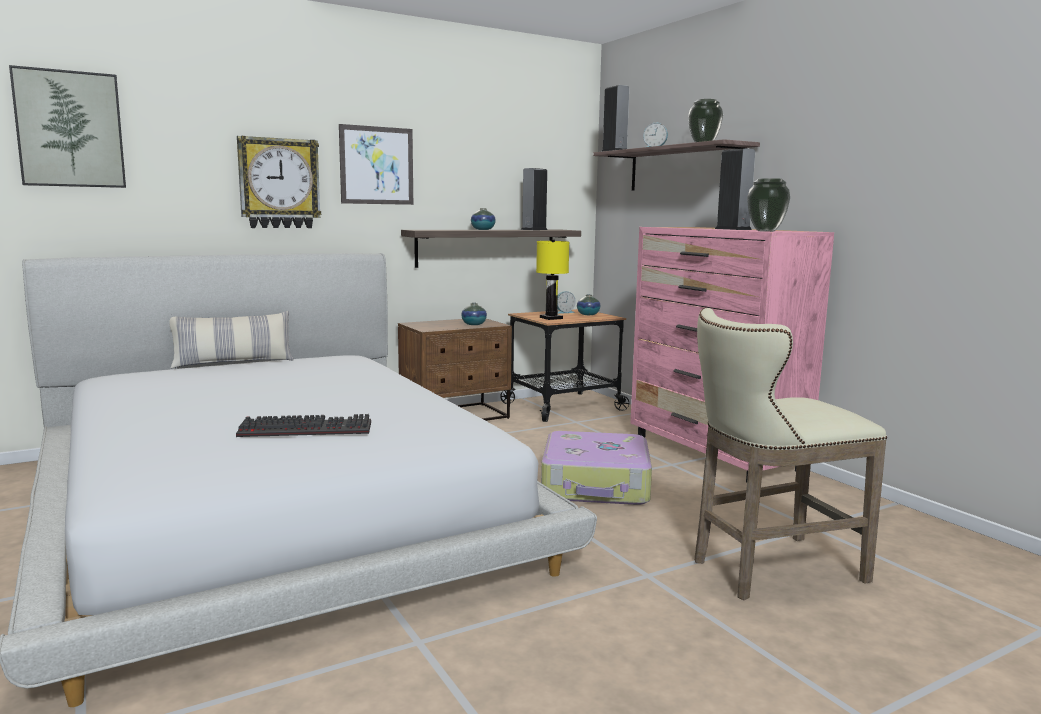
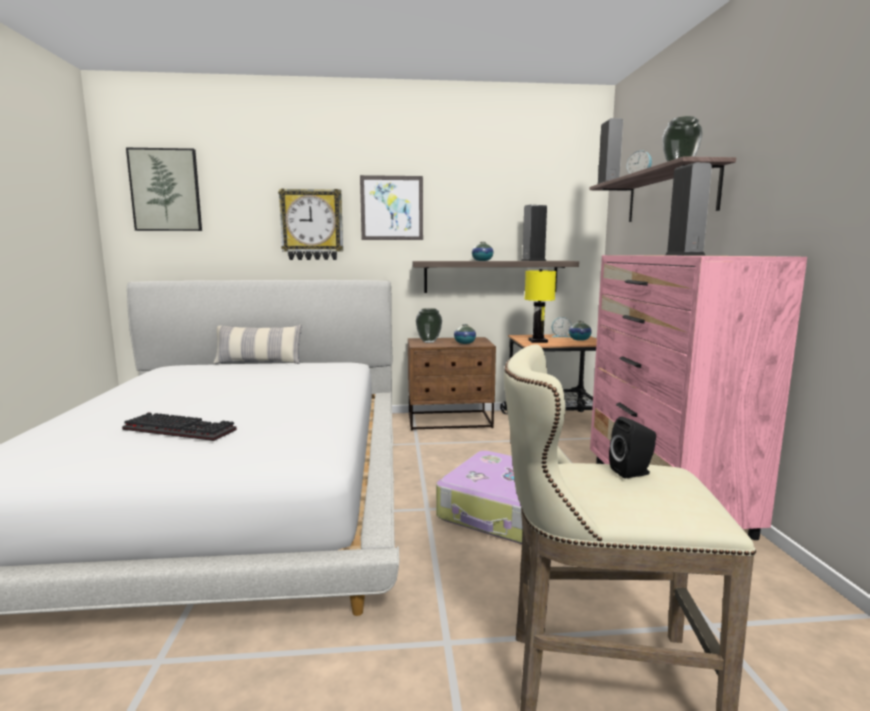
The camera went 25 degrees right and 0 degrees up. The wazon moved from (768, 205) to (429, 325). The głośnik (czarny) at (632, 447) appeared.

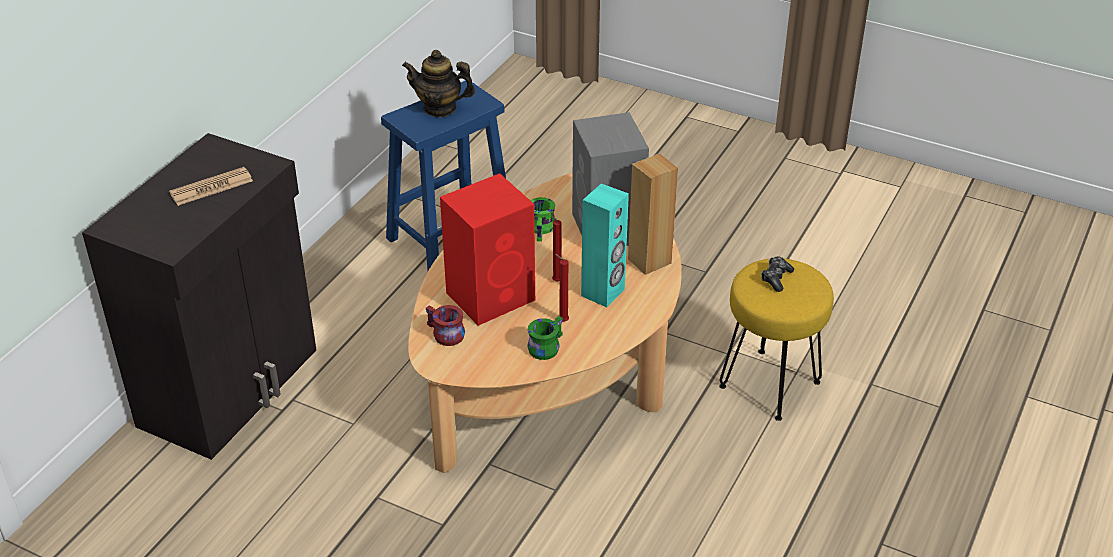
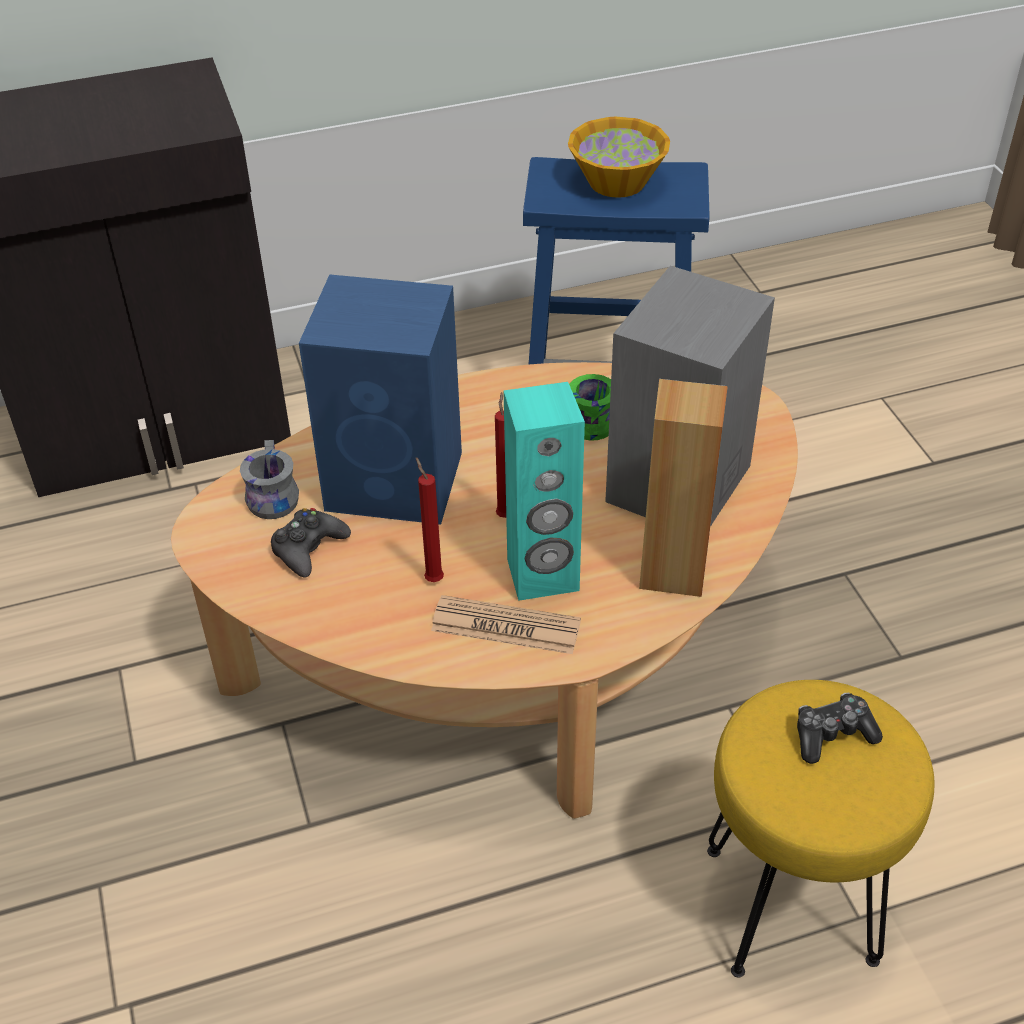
The camera went 45 degrees right and 5 degrees up. The kubek (czerwony) at (445, 325) became the kubek (szary) at (269, 479). The pad do gier (czarny) at (311, 543) appeared. The głośnik (czerwony) at (487, 249) became the głośnik (niebieski) at (380, 399). The gazeta moved from (211, 186) to (506, 624). The imbryk at (438, 83) was replaced by the miska at (619, 157). The kubek (zielony) at (545, 338) disappeared.

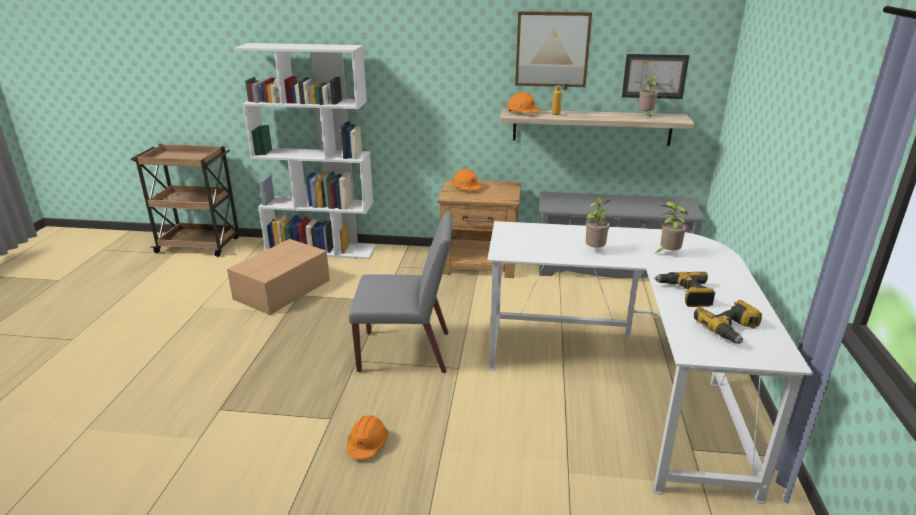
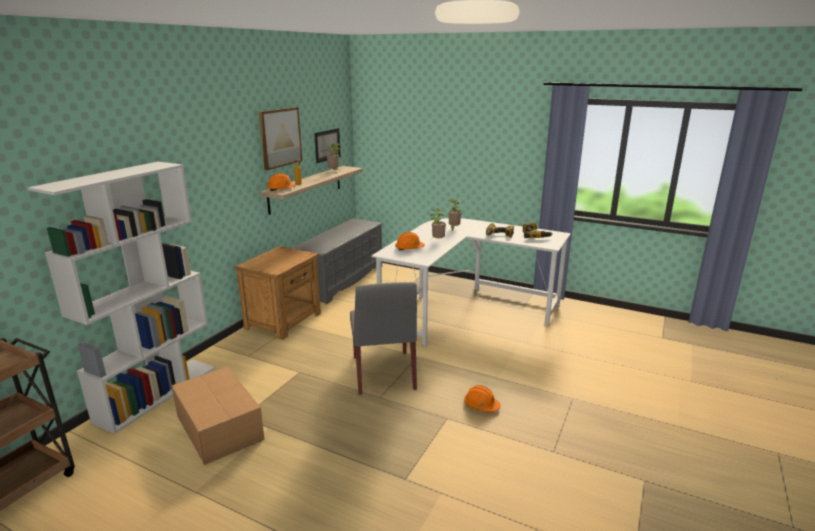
The camera went 70 degrees left and 5 degrees down. The krzesło (szary) at (400, 292) turned 150 degrees clockwise. The kask (pomarańczowy) moved from (467, 180) to (410, 241).

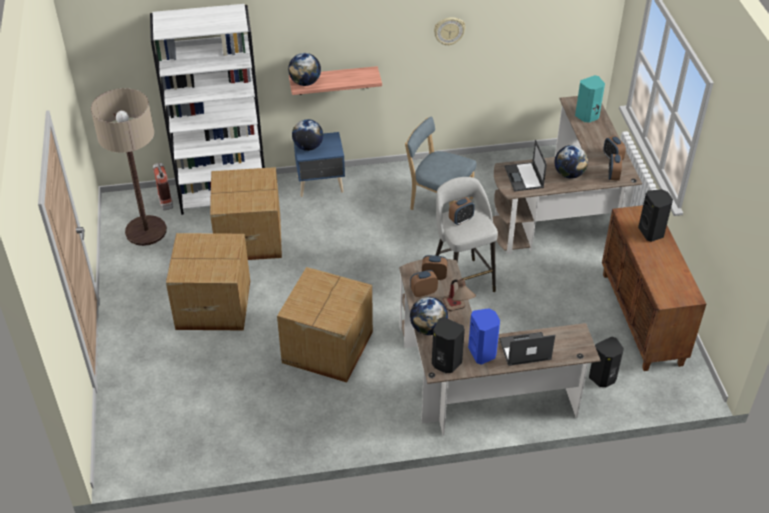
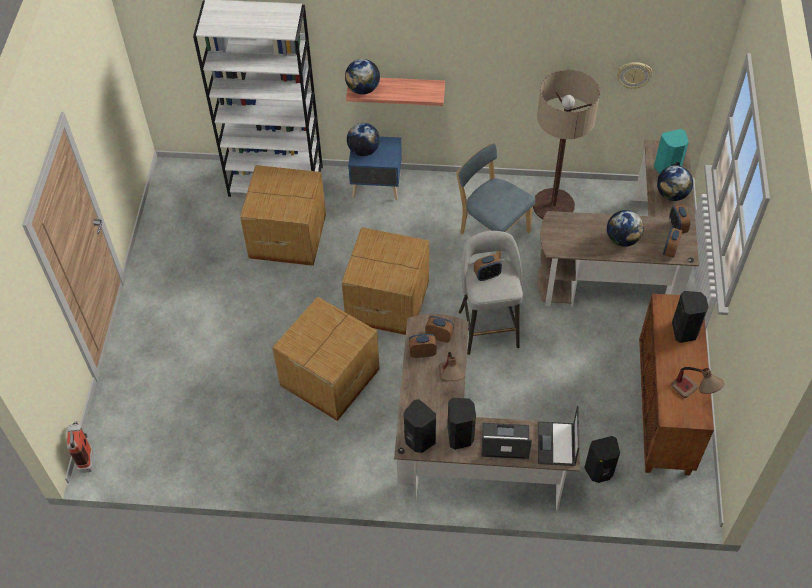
The camera went 15 degrees right and 10 degrees up. The gaśnica moved from (163, 186) to (80, 447). The karton moved from (208, 281) to (385, 281). The głośnik (niebieski) at (484, 336) became the głośnik (czarny) at (462, 424). The lampa stojąca moved from (129, 167) to (566, 144). The laptop moved from (526, 166) to (559, 435). The zegar ścienny moved from (450, 31) to (634, 75). The globus moved from (429, 316) to (675, 183). The lampa stołowa at (697, 382) appeared.

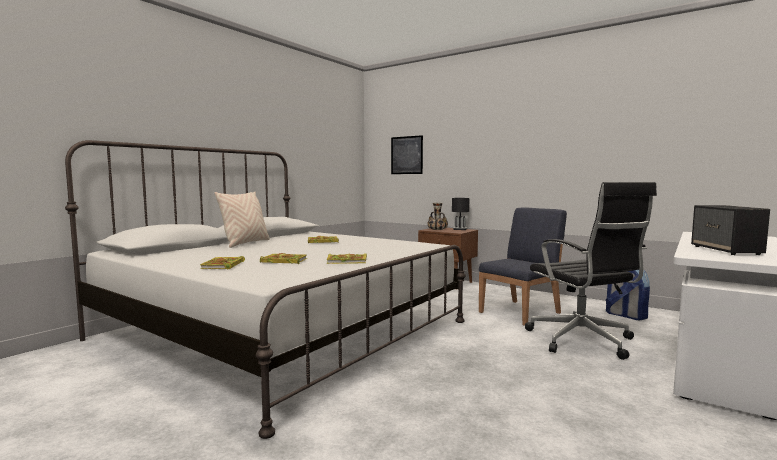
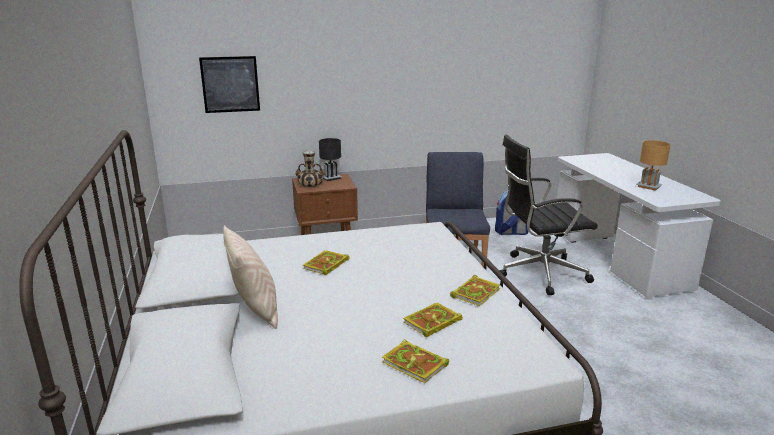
The camera went 50 degrees left and 15 degrees up. The krzesło biurowe (czarny) at (591, 271) turned 150 degrees clockwise. The głośnik at (730, 230) was replaced by the lampa stołowa (brązowy) at (653, 165).

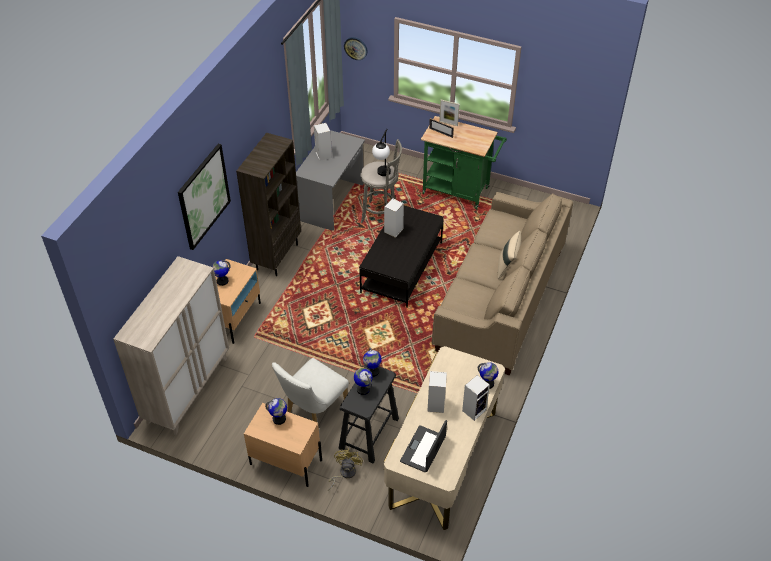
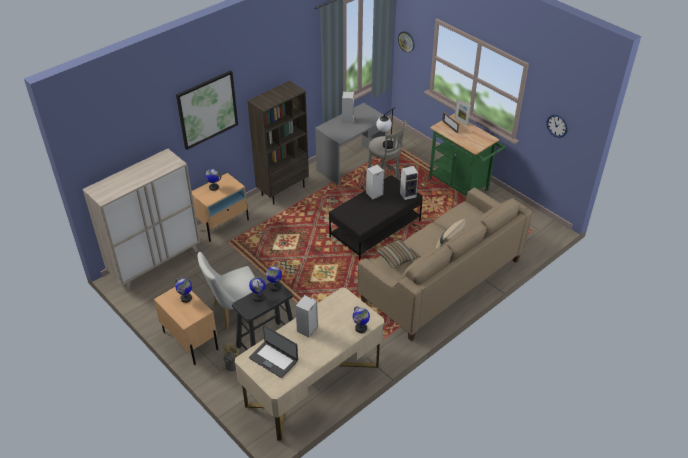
The camera went 25 degrees right and 5 degrees down. The laptop at (423, 446) turned 105 degrees counterclockwise. The poduszka at (397, 254) appeared. The głośnik moved from (476, 398) to (409, 183). The zegar ścienny at (556, 126) appeared.

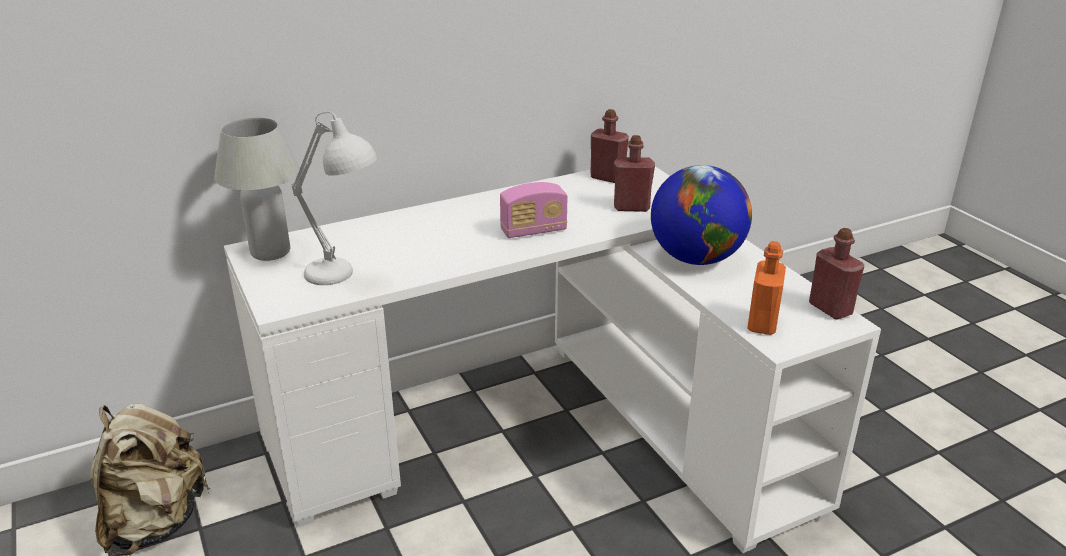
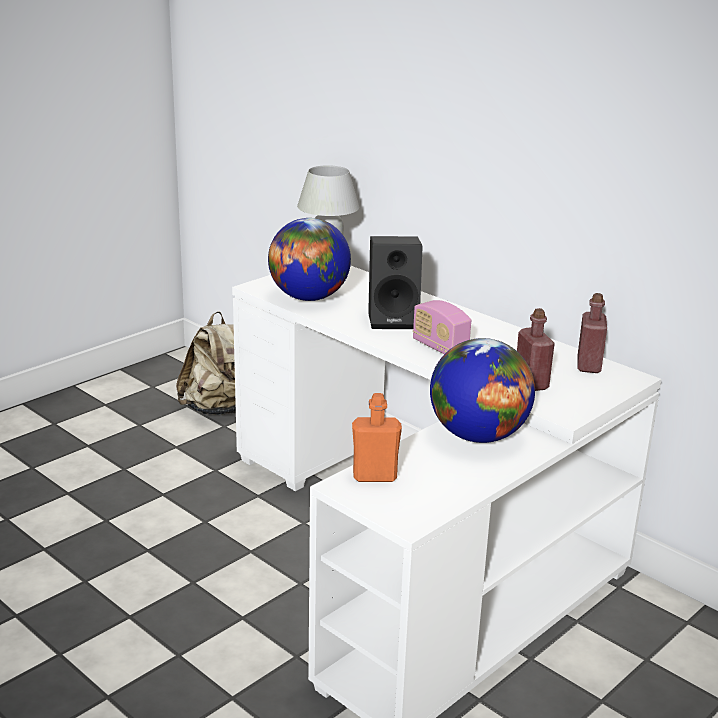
The camera went 70 degrees right and 5 degrees down. The lampa stołowa (biały) at (334, 198) was replaced by the globus at (309, 259). The głośnik (czarny) at (395, 282) appeared. The butelka (czerwony) at (836, 273) disappeared.

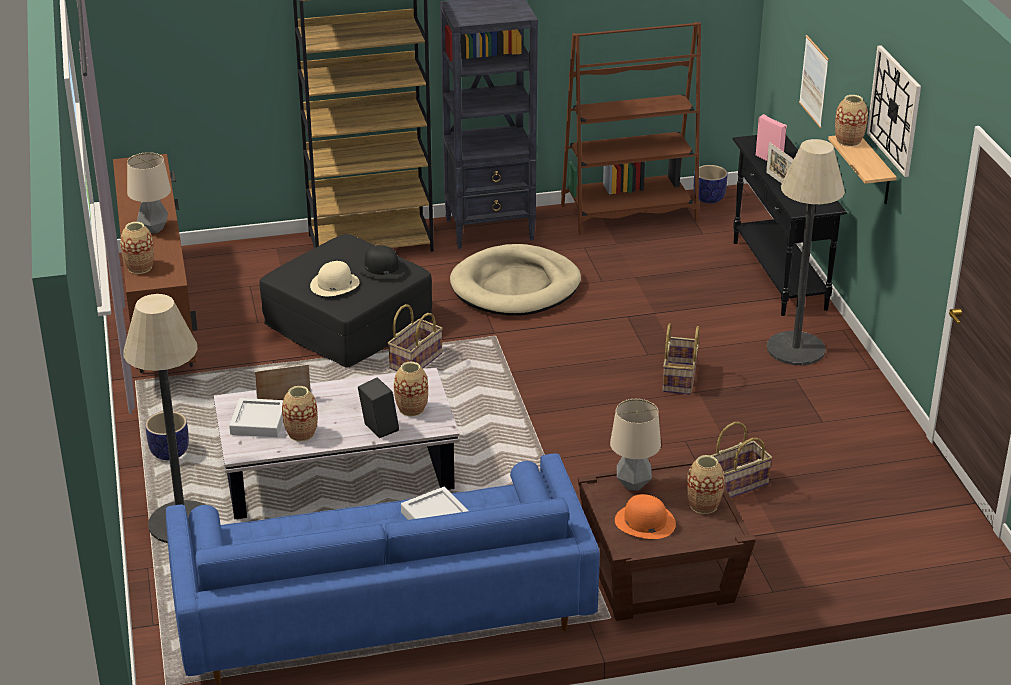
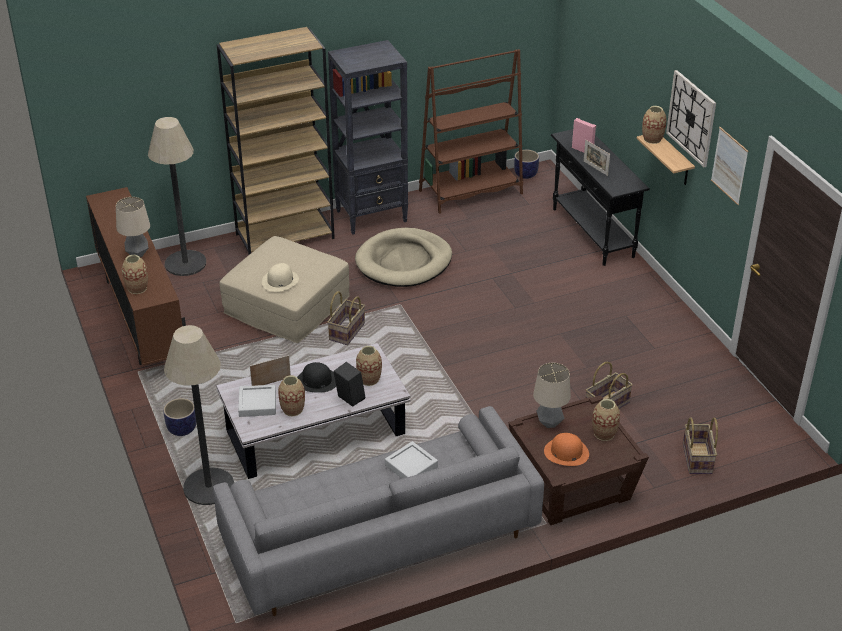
The camera went 10 degrees left and 5 degrees up. The lampa stojąca moved from (806, 252) to (177, 196). The kanapa (niebieski) at (383, 569) became the kanapa (szary) at (378, 511). The pufa (czarny) at (345, 301) became the pufa (beżowy) at (284, 289). The kapelusz (czarny) moved from (381, 262) to (316, 377). The koszyk moved from (681, 359) to (700, 445). The obraz moved from (814, 81) to (729, 166).

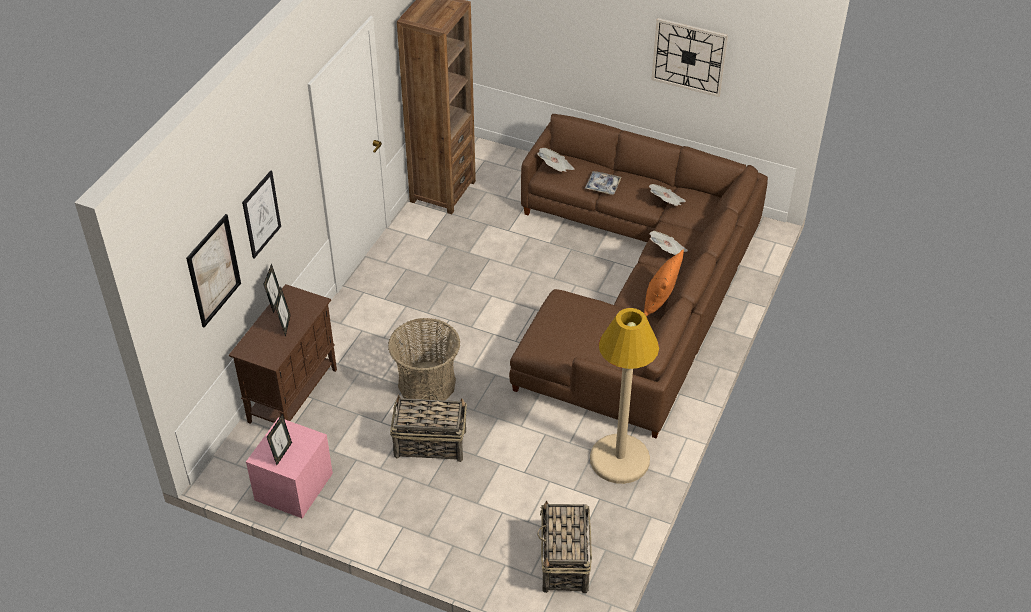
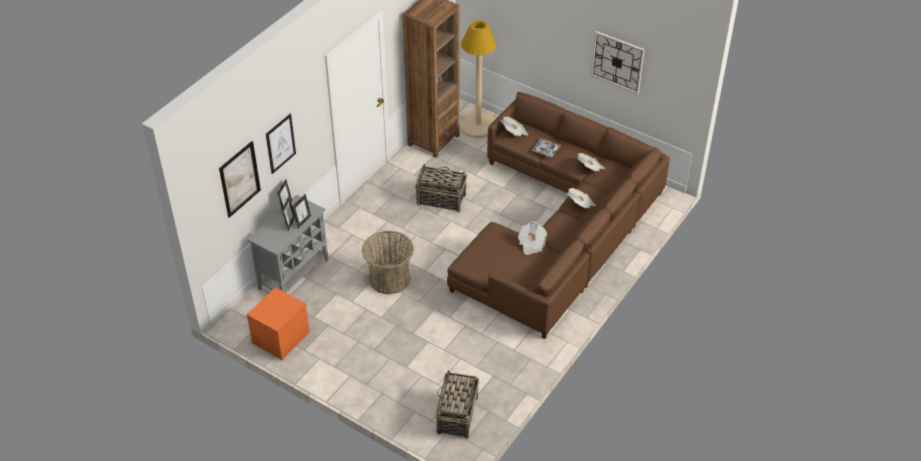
The camera went 10 degrees right and 0 degrees up. The szafka (brązowy) at (283, 354) became the szafka (szary) at (287, 244). The szafka nocna (różowy) at (289, 467) became the szafka nocna (pomarańczowy) at (278, 323). The ramka na zdjęcie moved from (279, 439) to (301, 211). The koszyk moved from (428, 428) to (441, 188). The lampa stojąca (beżowy) moved from (624, 396) to (478, 79). The gazeta at (532, 238) appeared. The poduszka (pomarańczowy) at (664, 283) disappeared.

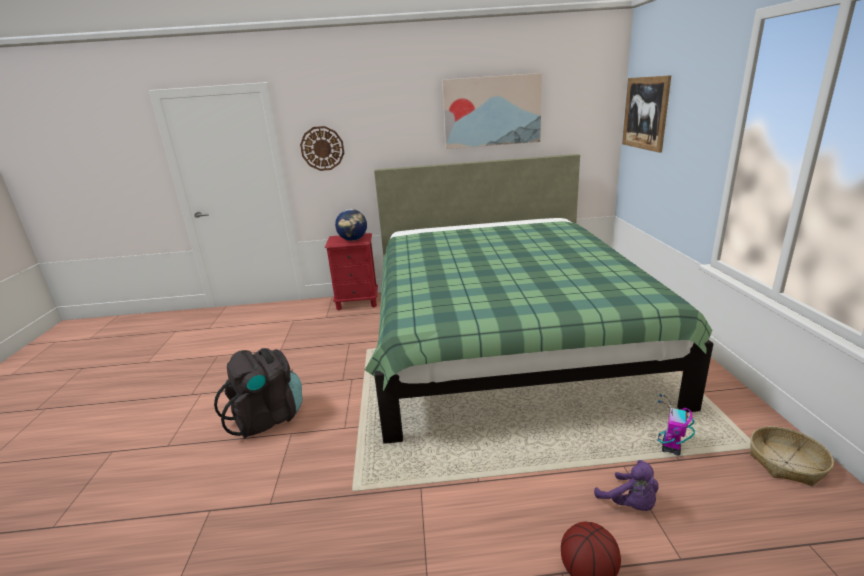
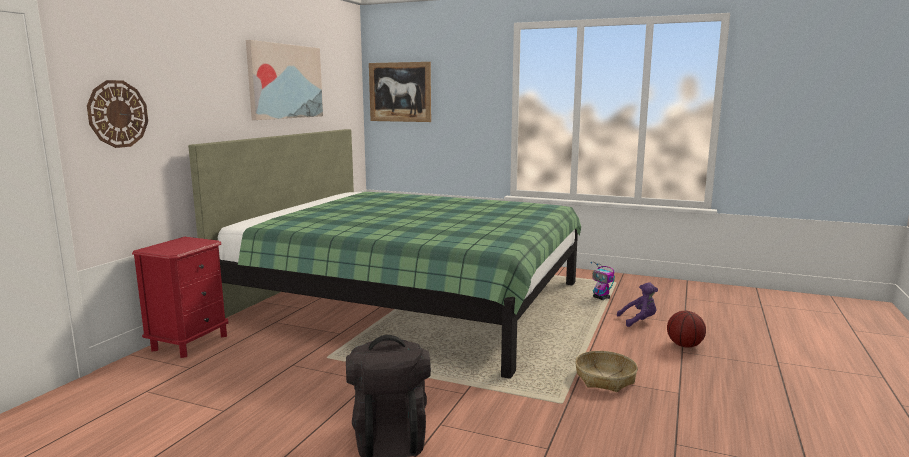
The camera went 65 degrees left and 10 degrees down. The koszyk moved from (792, 456) to (606, 371). The globus at (351, 225) disappeared.

